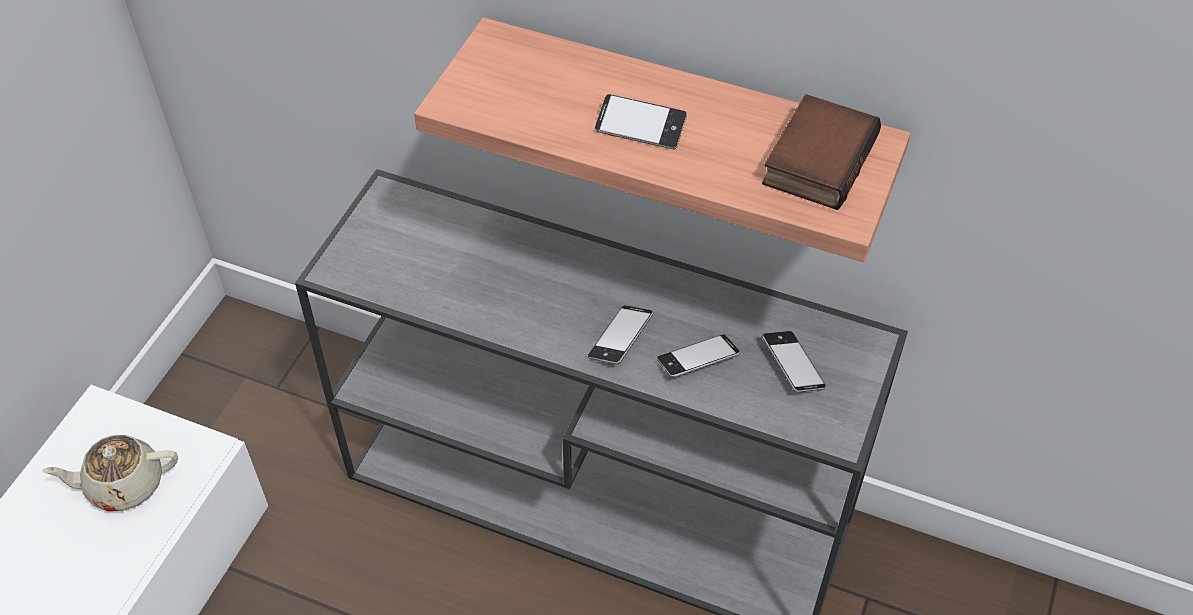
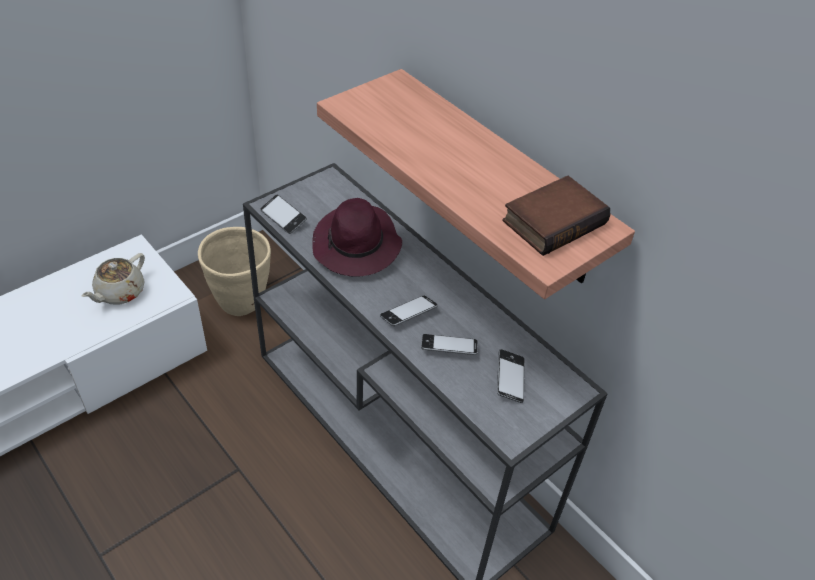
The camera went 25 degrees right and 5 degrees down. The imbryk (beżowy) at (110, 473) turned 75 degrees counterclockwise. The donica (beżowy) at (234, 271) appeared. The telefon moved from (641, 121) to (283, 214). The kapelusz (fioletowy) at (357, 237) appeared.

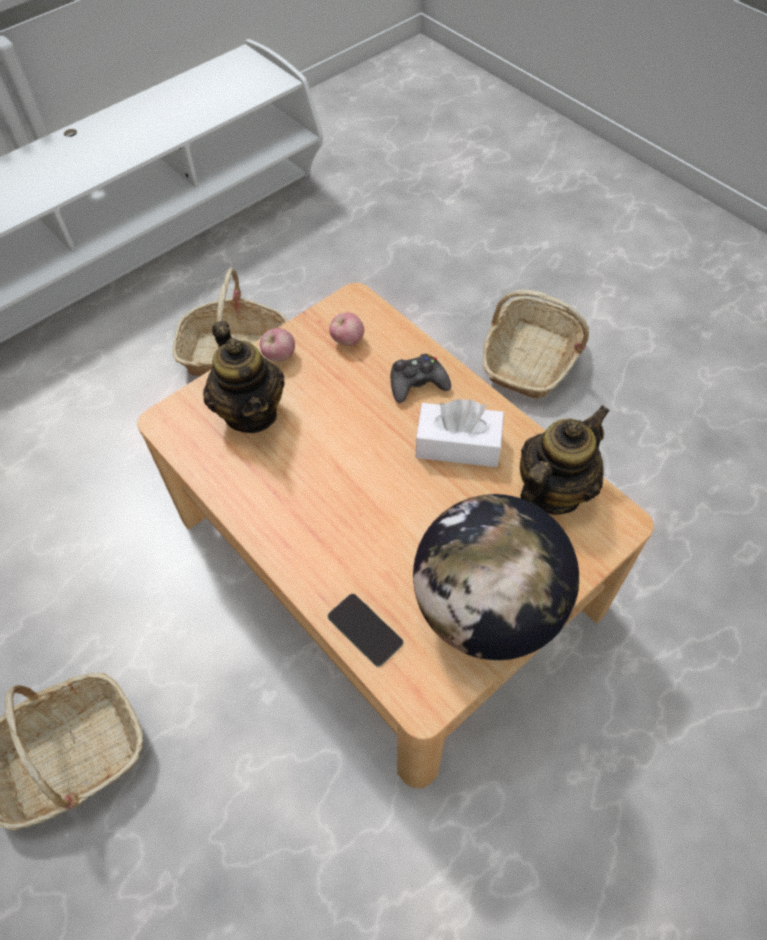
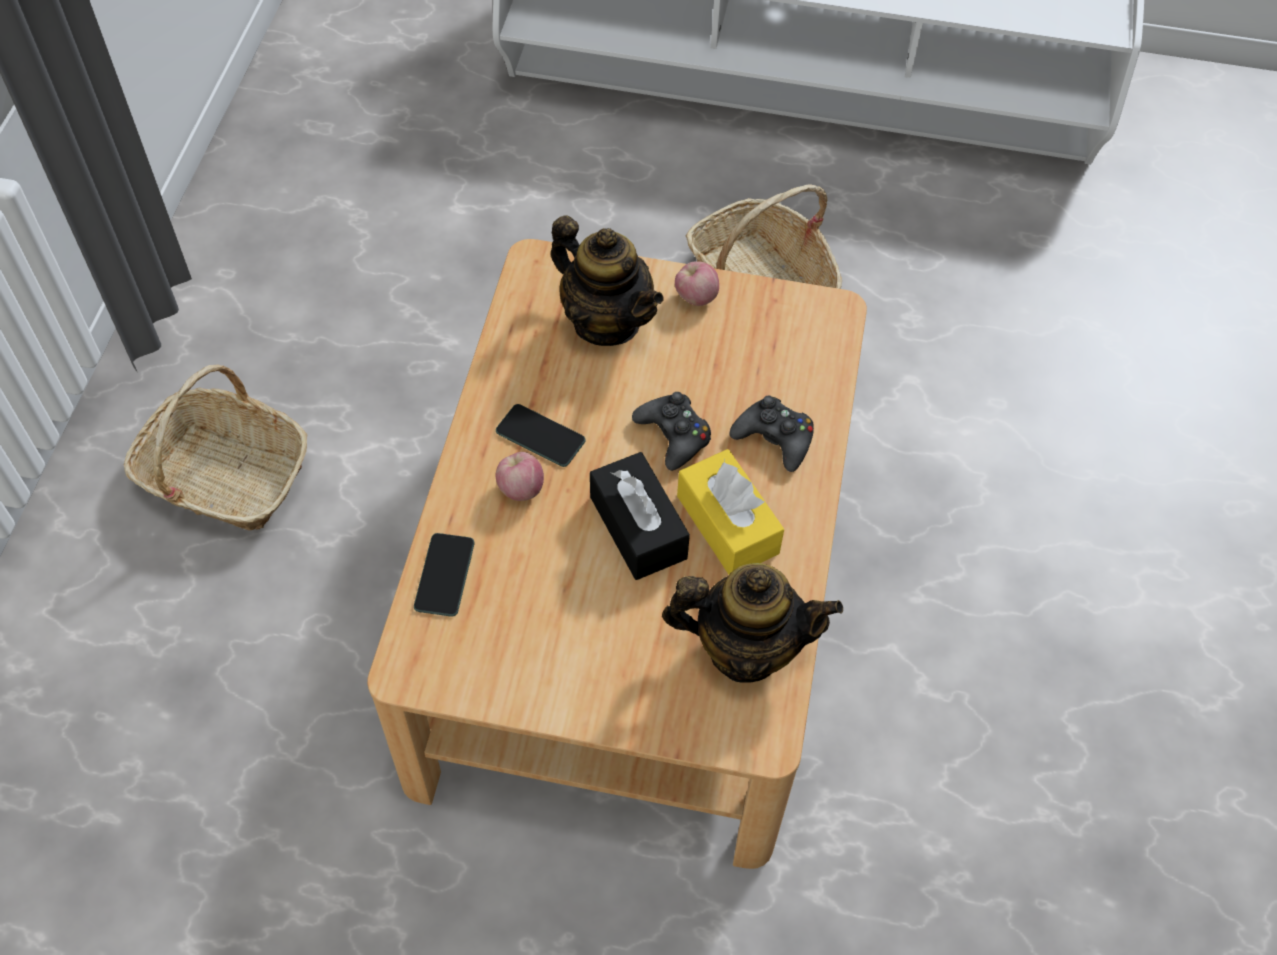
The camera went 50 degrees right and 0 degrees up. The jabłko moved from (346, 329) to (519, 476). The telefon at (541, 435) appeared. The imbryk at (244, 377) turned 75 degrees counterclockwise. The pudełko chusteczek (czarny) at (640, 516) appeared. The pad do gier (czarny) at (671, 431) appeared. The pudełko chusteczek (biały) at (460, 433) became the pudełko chusteczek (żółty) at (730, 511). The globus at (496, 577) disappeared. The koszyk at (536, 344) disappeared.

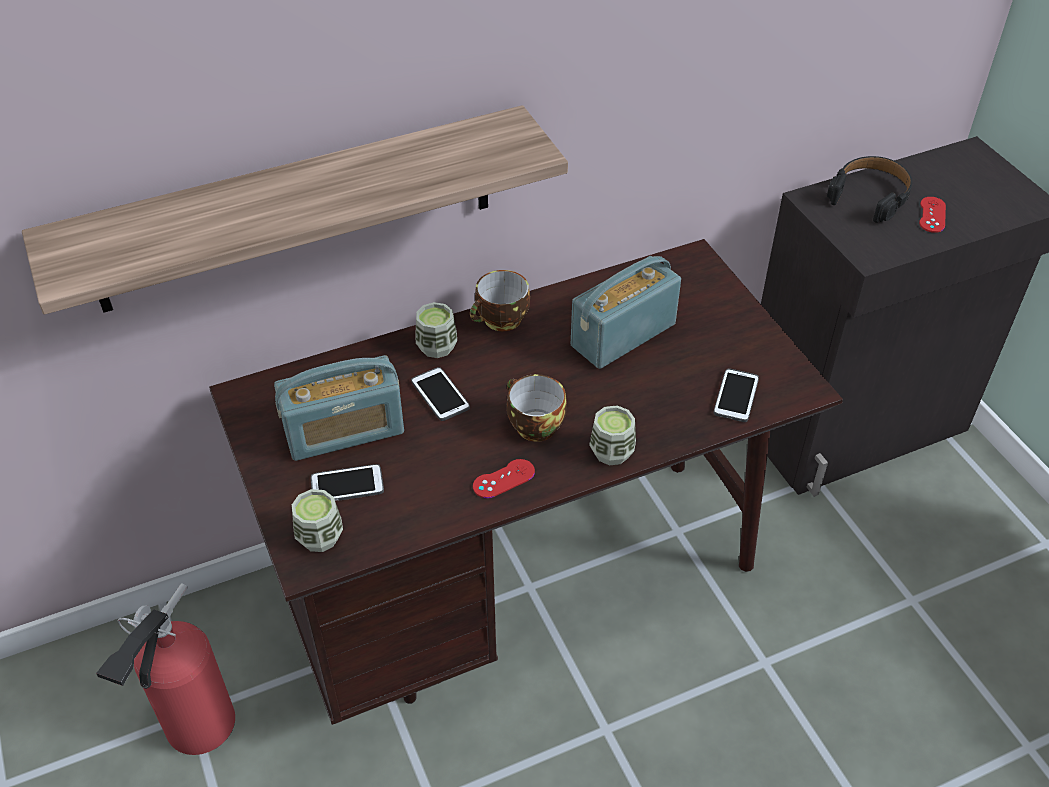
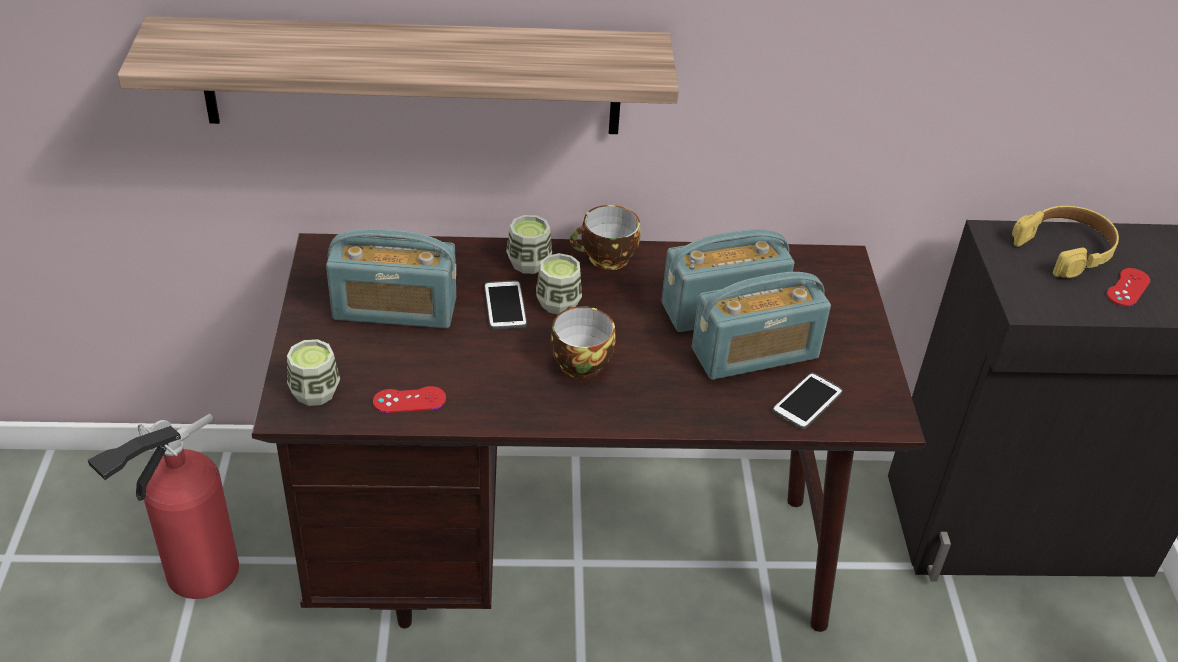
The camera went 20 degrees right and 5 degrees down. The pad do gier (czerwony) moved from (504, 478) to (409, 399). The filiżanka moved from (612, 435) to (559, 283). The radio at (761, 326) appeared. The słuchawki (czarny) at (870, 189) became the słuchawki (żółty) at (1065, 242). The telefon at (347, 482) disappeared.

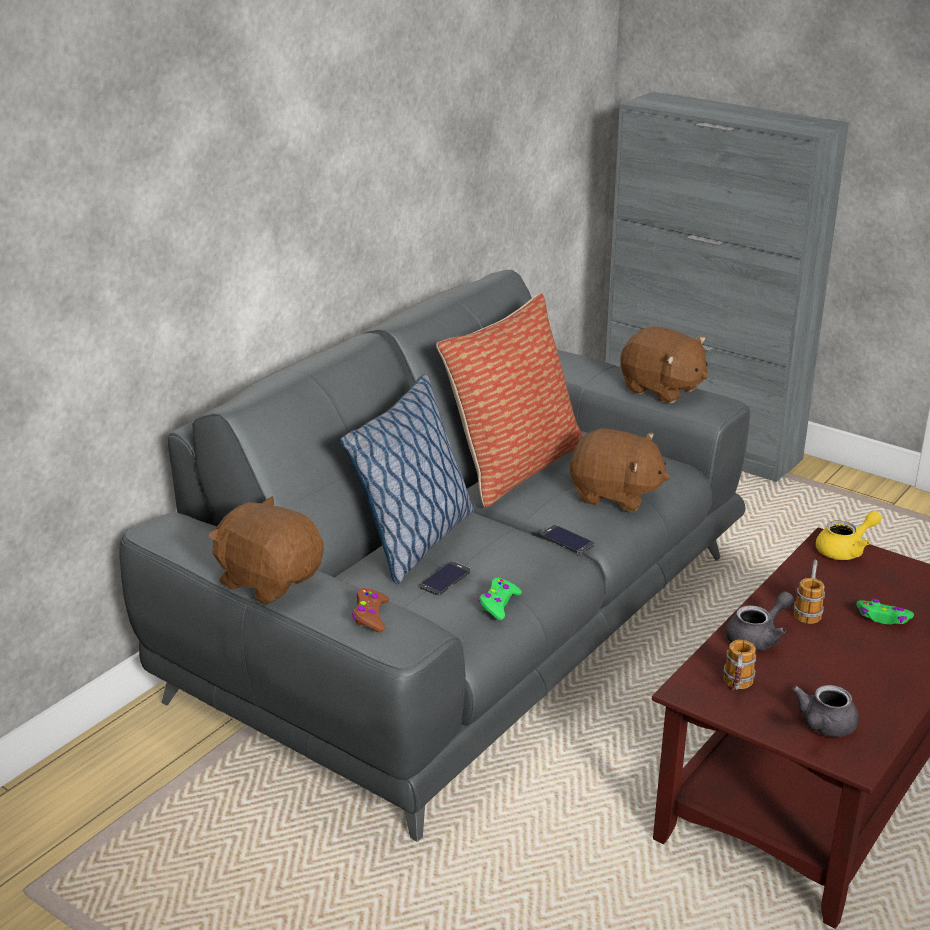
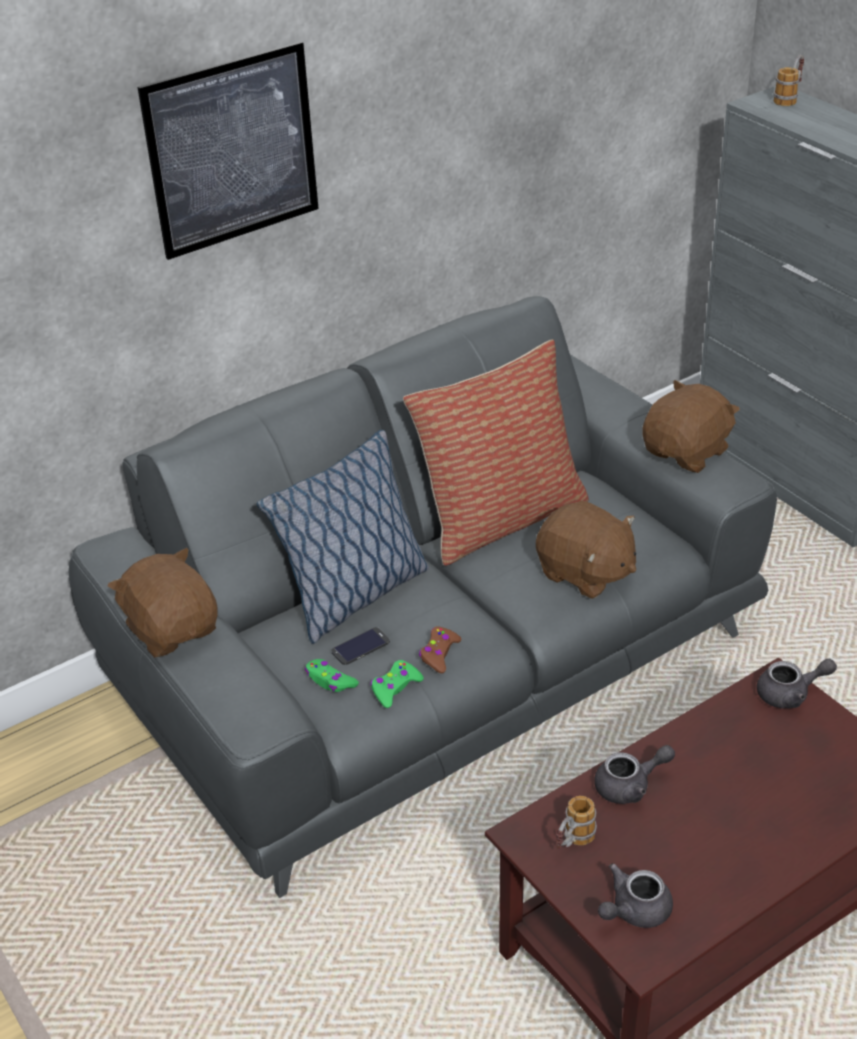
The camera went 20 degrees right and 10 degrees up. The obraz at (228, 150) appeared. The pad do gier (zielony) moved from (885, 612) to (332, 675). The pad do gier (brązowy) moved from (370, 610) to (440, 649). The pluszak (brązowy) at (664, 364) turned 105 degrees counterclockwise. The imbryk (żółty) at (849, 535) became the imbryk (szary) at (797, 683). The kubek moved from (809, 591) to (789, 80). The telefon at (567, 539) disappeared.

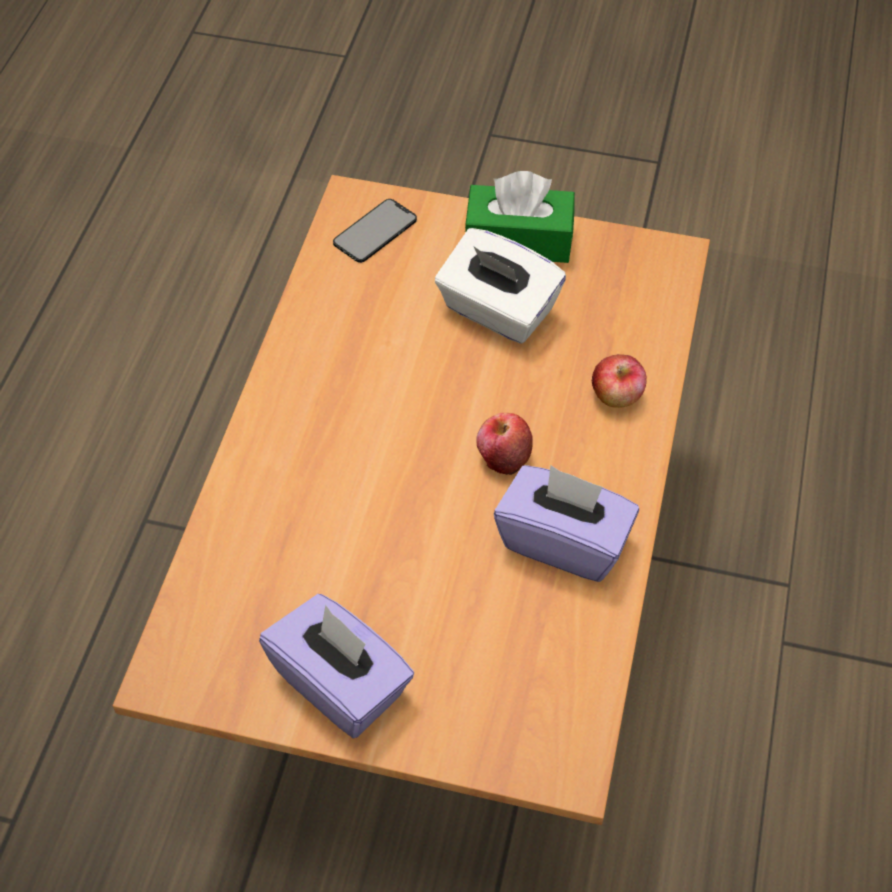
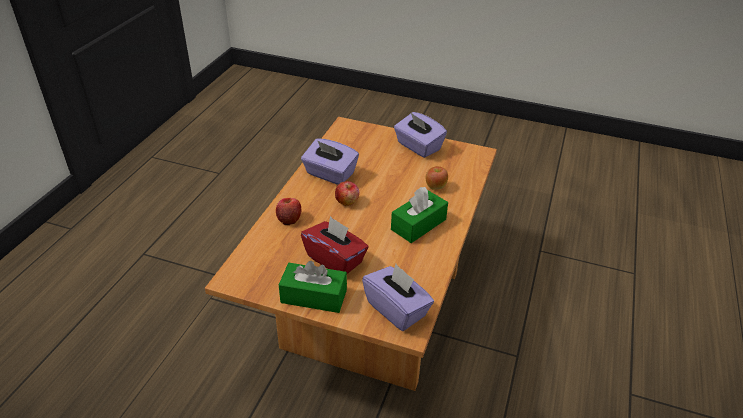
The camera went 175 degrees left and 15 degrees down. The pudełko chusteczek (biały) at (500, 286) became the pudełko chusteczek (czerwony) at (335, 245). The telefon at (375, 231) was replaced by the pudełko chusteczek (fioletowy) at (398, 297). The pudełko chusteczek (zielony) at (419, 215) appeared. The jabłko at (437, 178) appeared.

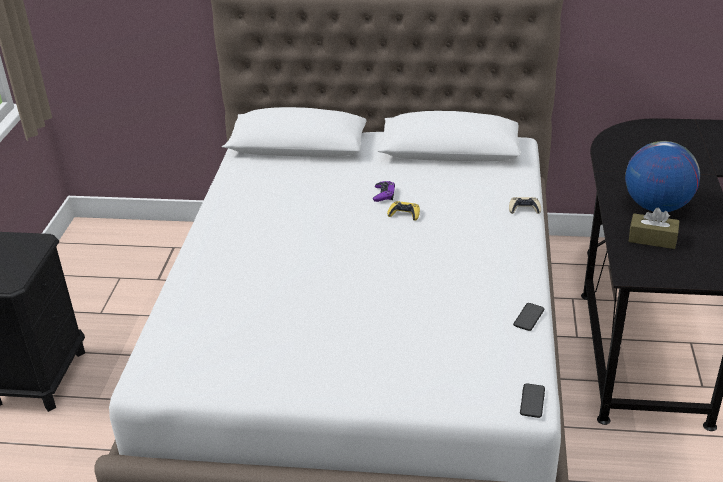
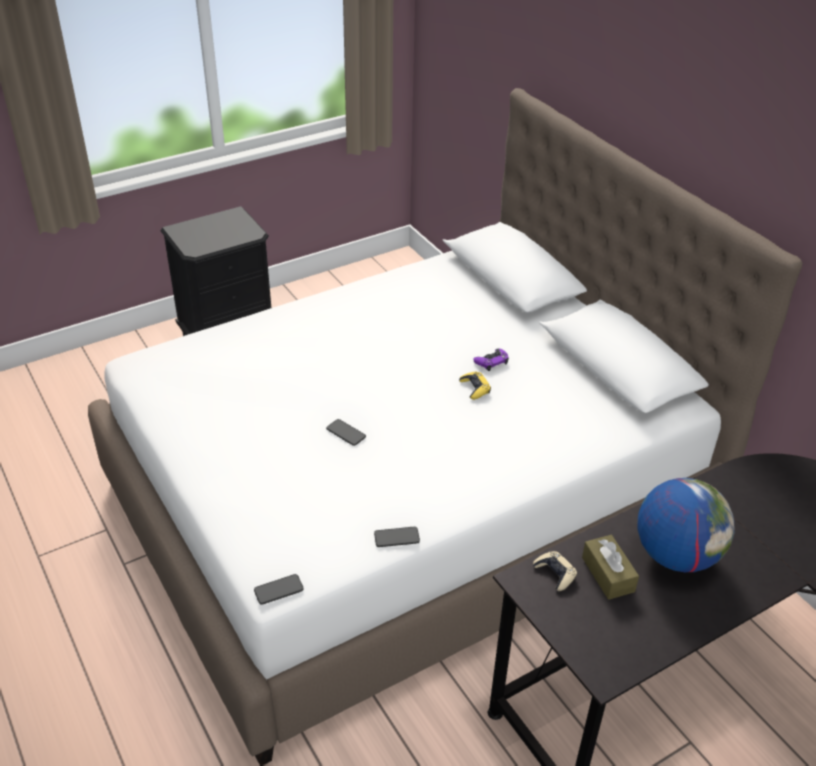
The camera went 50 degrees right and 5 degrees up. The telefon at (346, 432) appeared. The pad do gier (beżowy) moved from (525, 205) to (555, 571).

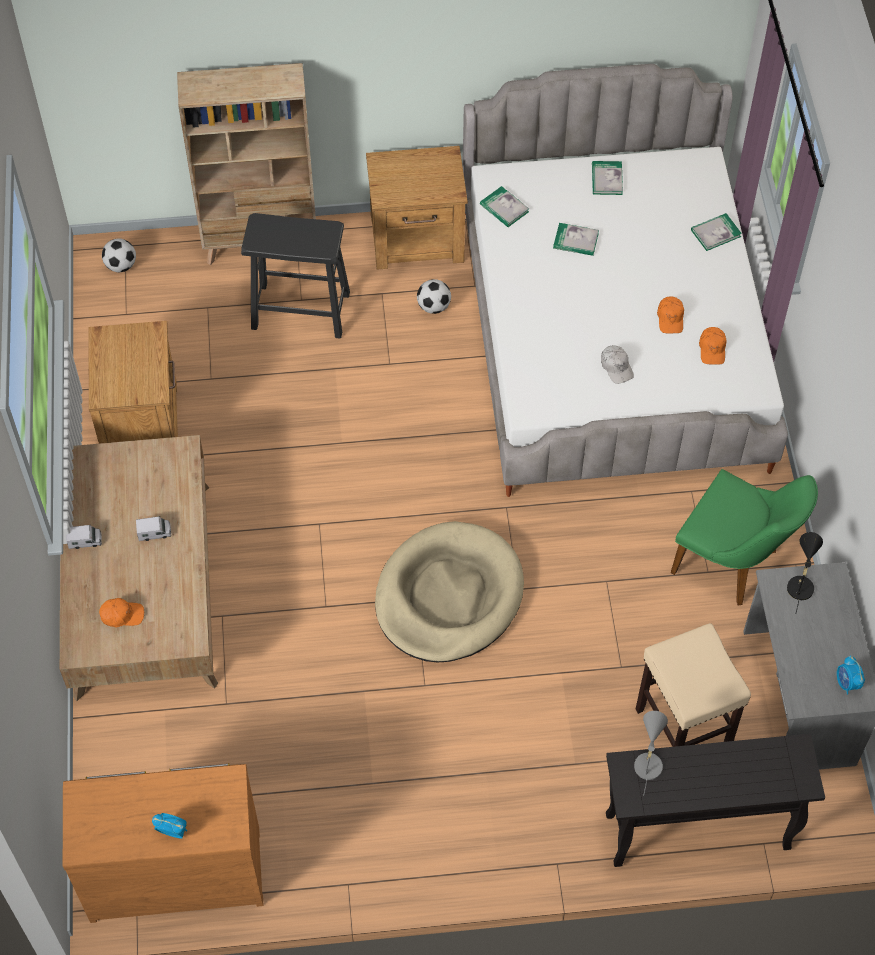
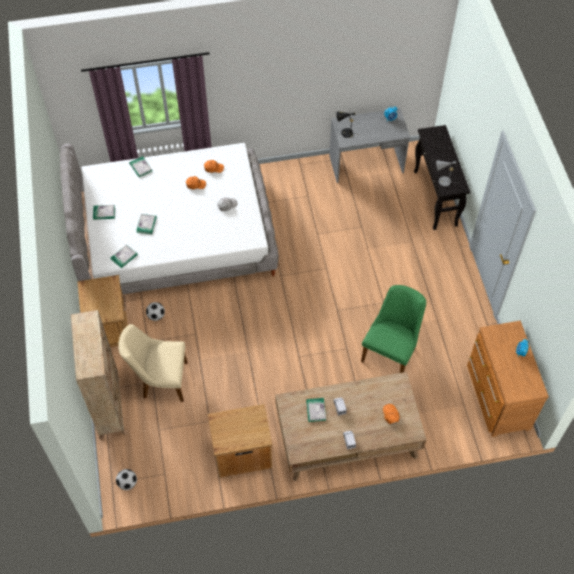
The camera went 95 degrees left and 0 degrees up. The stołek (czarny) at (295, 276) was replaced by the krzesło (beżowy) at (152, 363). The książka at (316, 410) appeared. The krzesło (zielony) moved from (744, 537) to (393, 329). The legowisko (beżowy) at (449, 591) disappeared. The stołek (beżowy) at (693, 685) disappeared.

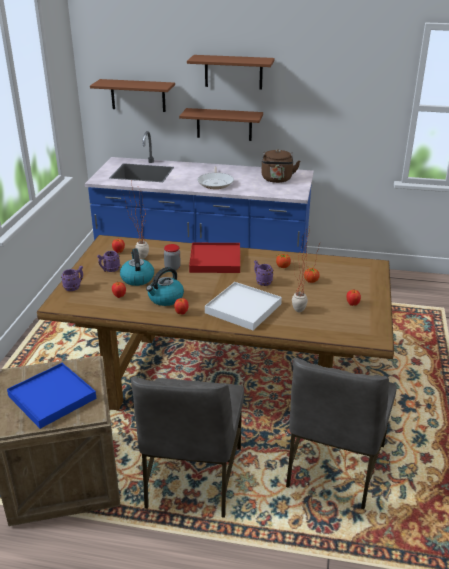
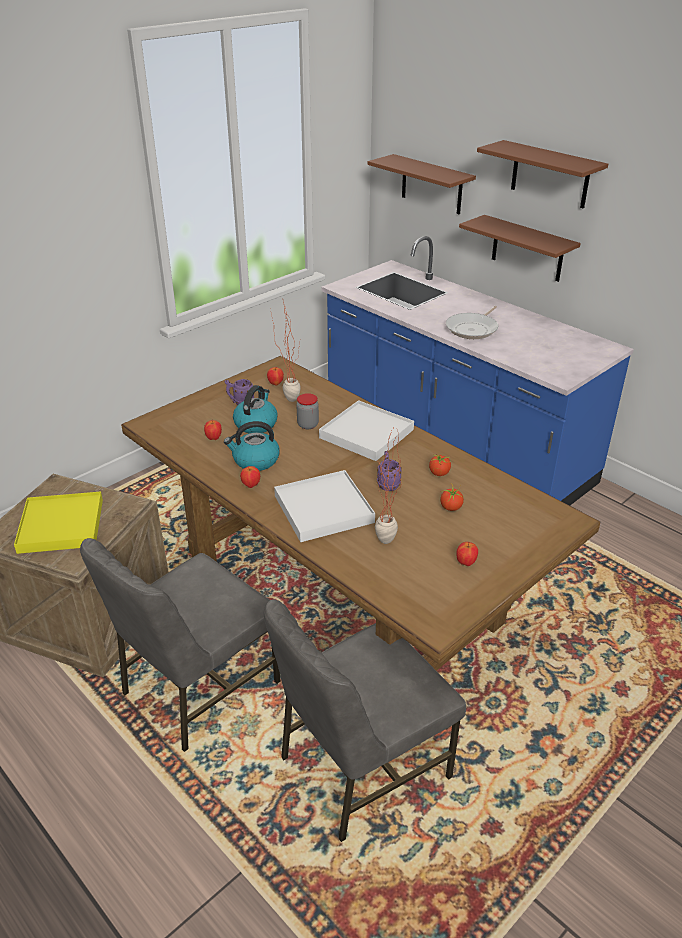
The camera went 35 degrees right and 5 degrees up. The taca (niebieski) at (51, 396) became the taca (żółty) at (58, 522). The taca (czerwony) at (214, 258) became the taca (biały) at (366, 430). The kubek (fioletowy) at (72, 278) disappeared. The czajnik (brązowy) at (280, 166) disappeared.

